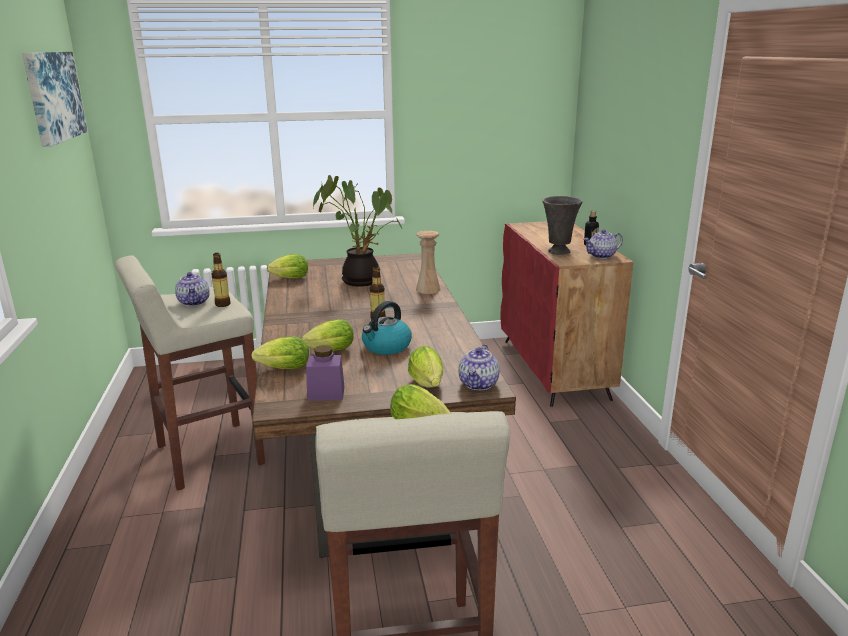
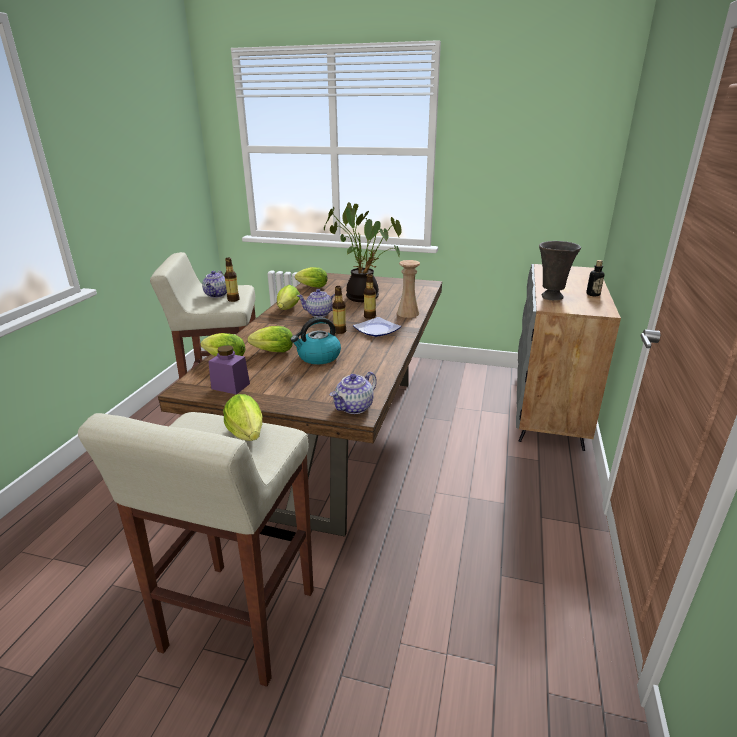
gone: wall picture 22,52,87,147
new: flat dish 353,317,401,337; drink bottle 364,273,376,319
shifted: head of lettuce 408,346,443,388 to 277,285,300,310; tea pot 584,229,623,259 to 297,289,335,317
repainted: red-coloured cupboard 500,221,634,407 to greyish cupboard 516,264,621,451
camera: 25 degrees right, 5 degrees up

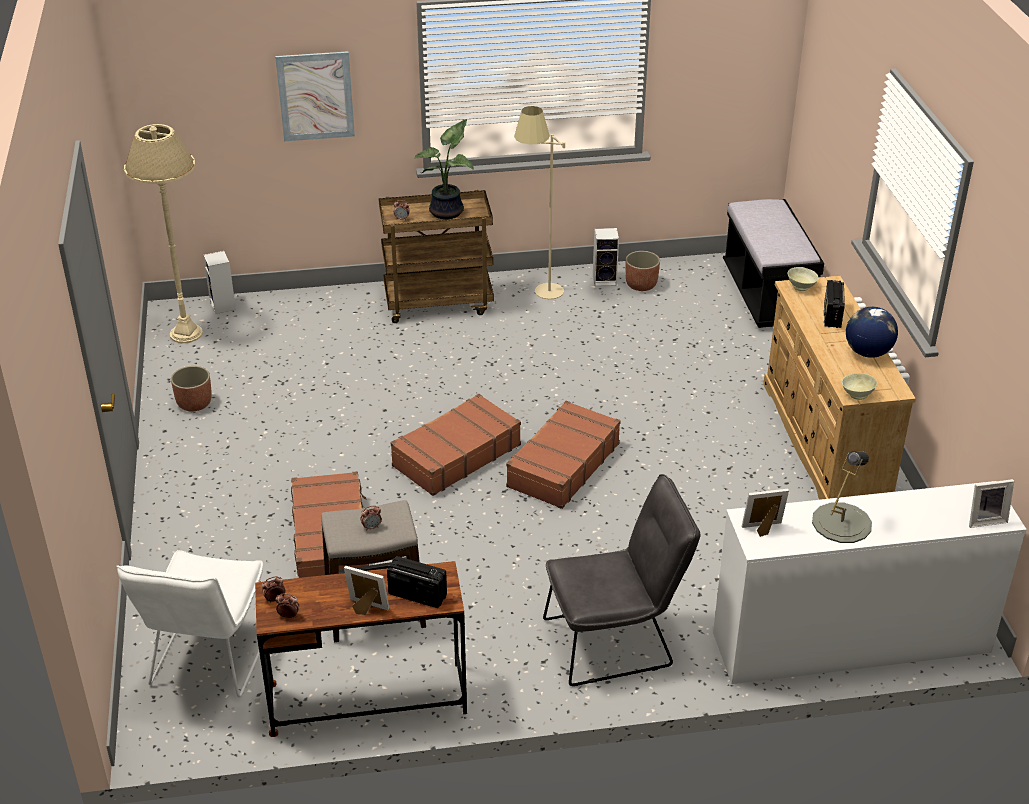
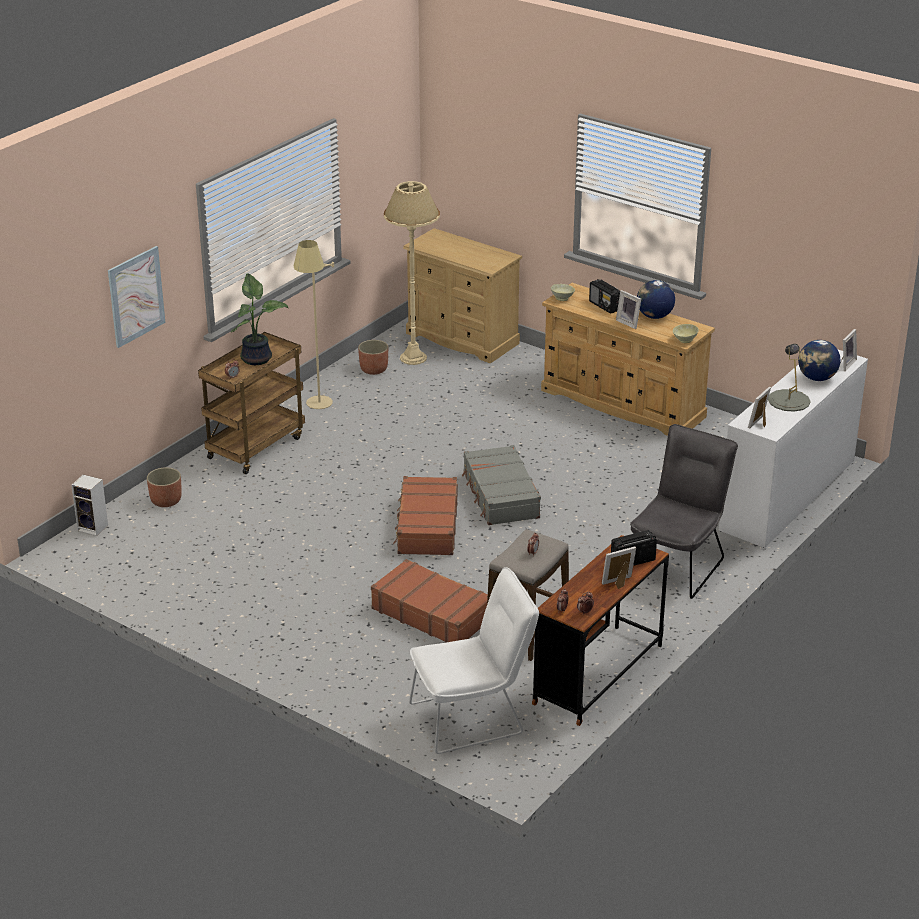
gone: speaker 593,228,619,286
new: picture frame 616,290,641,329; world globe 798,340,841,381
shifted: beige floor lamp 124,124,203,343 to 384,181,440,365; planter 171,366,212,411 to 147,467,182,507
swapped: blackish bench 723,199,824,328 to beige drawer chest 403,228,522,364
repainted: brown-coloured suitcase 506,401,621,509 to greyish suitcase 462,445,541,525
rotated: whitish chair 116,550,263,697 = 409,567,539,754 75 degrees counterclockwise
camera: 45 degrees left, 5 degrees down

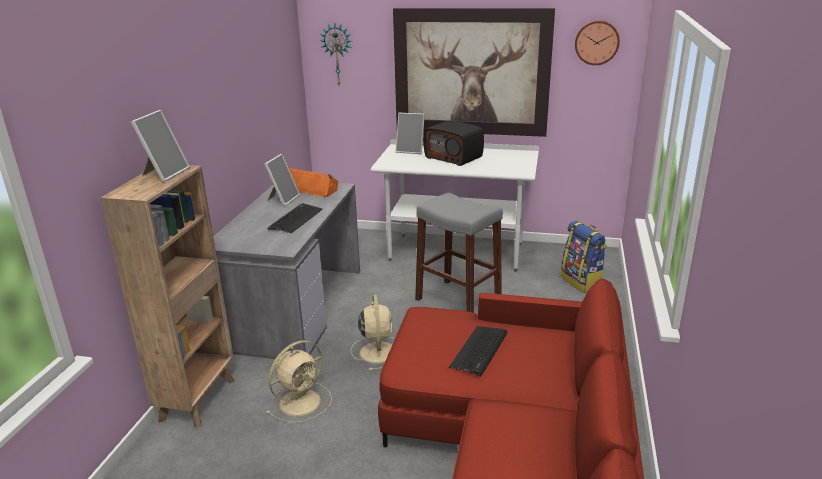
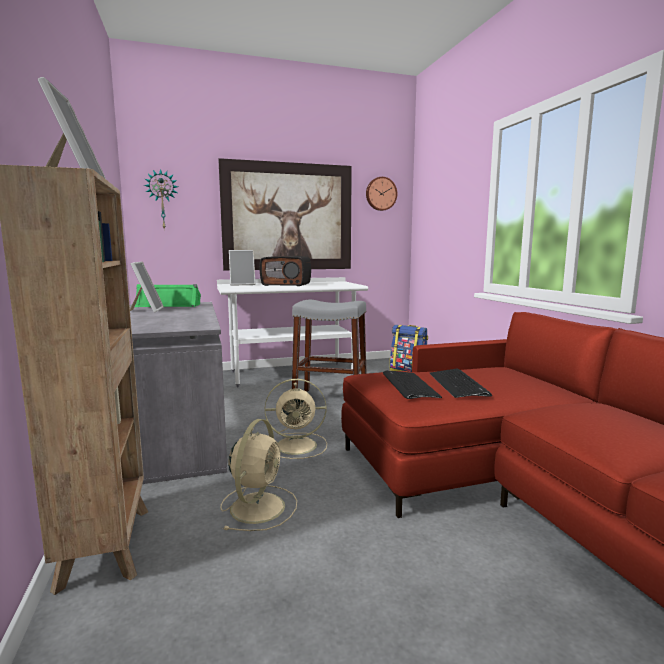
shifted: keyboard 268,203,323,233 to 383,370,442,399
repainted: orangey speaker 289,168,339,197 to greenish speaker 135,284,201,307
rotated: beige electric fan 351,294,395,371 = 265,379,327,459 120 degrees clockwise
camera: 30 degrees left, 15 degrees down

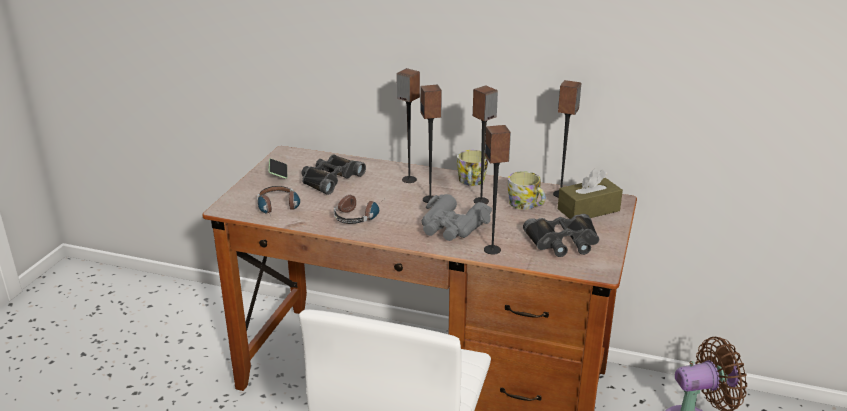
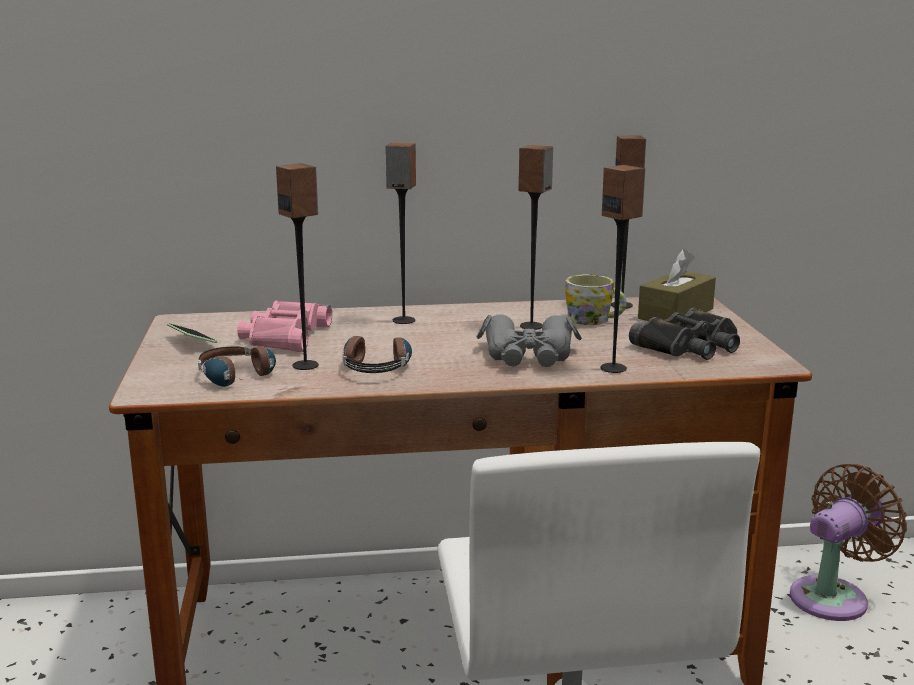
gone: coffee mug 457,150,488,186
shifted: speaker 420,85,442,203 to 276,163,319,370
repainted: blackish pair of binoculars 302,155,366,195 to pinkish pair of binoculars 238,301,332,352
camera: 25 degrees left, 10 degrees down

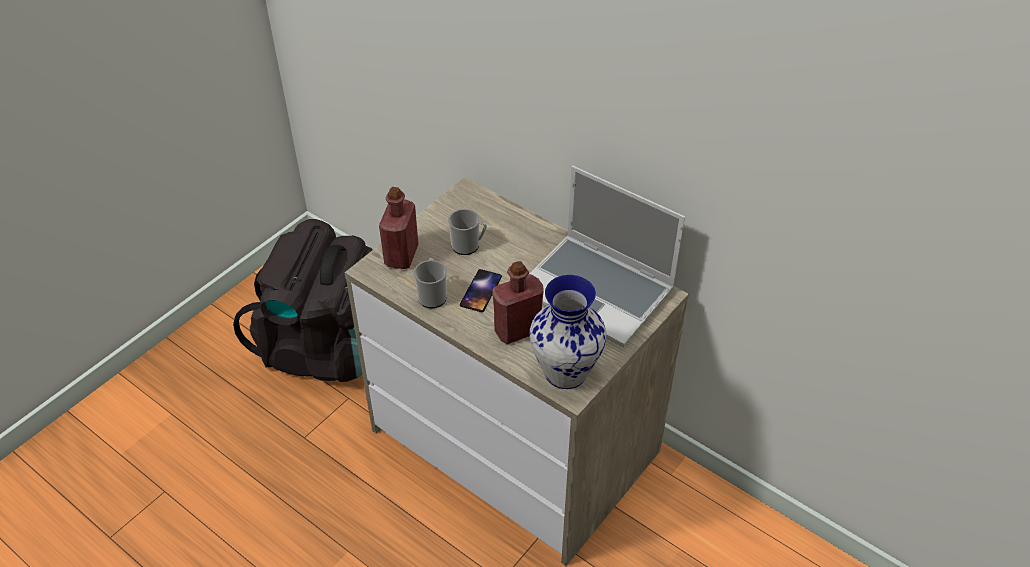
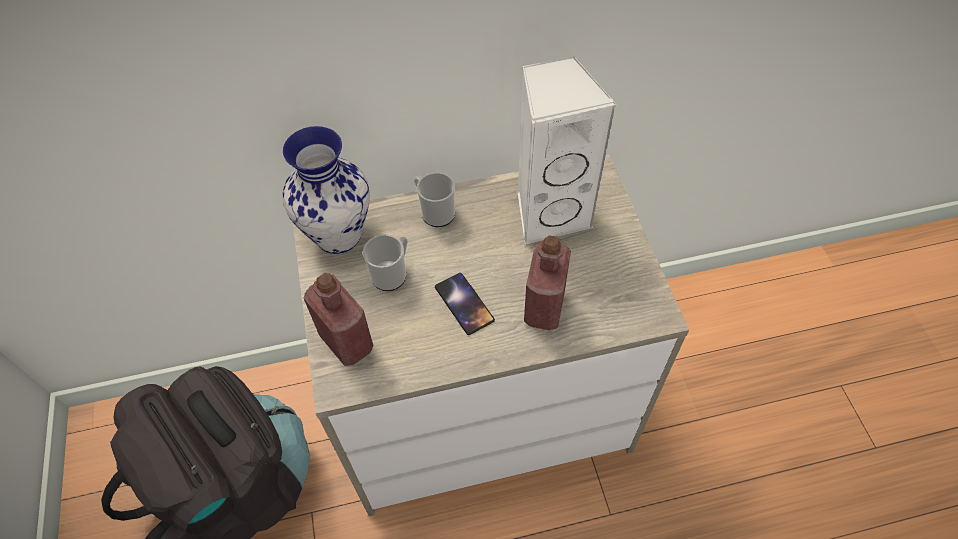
shifted: coffee mug 414,258,447,308 to 414,172,455,227; vase 530,275,606,389 to 283,126,370,254
swapped: laptop 528,166,685,347 to whitish speaker 518,56,617,245
camera: 50 degrees left, 10 degrees up

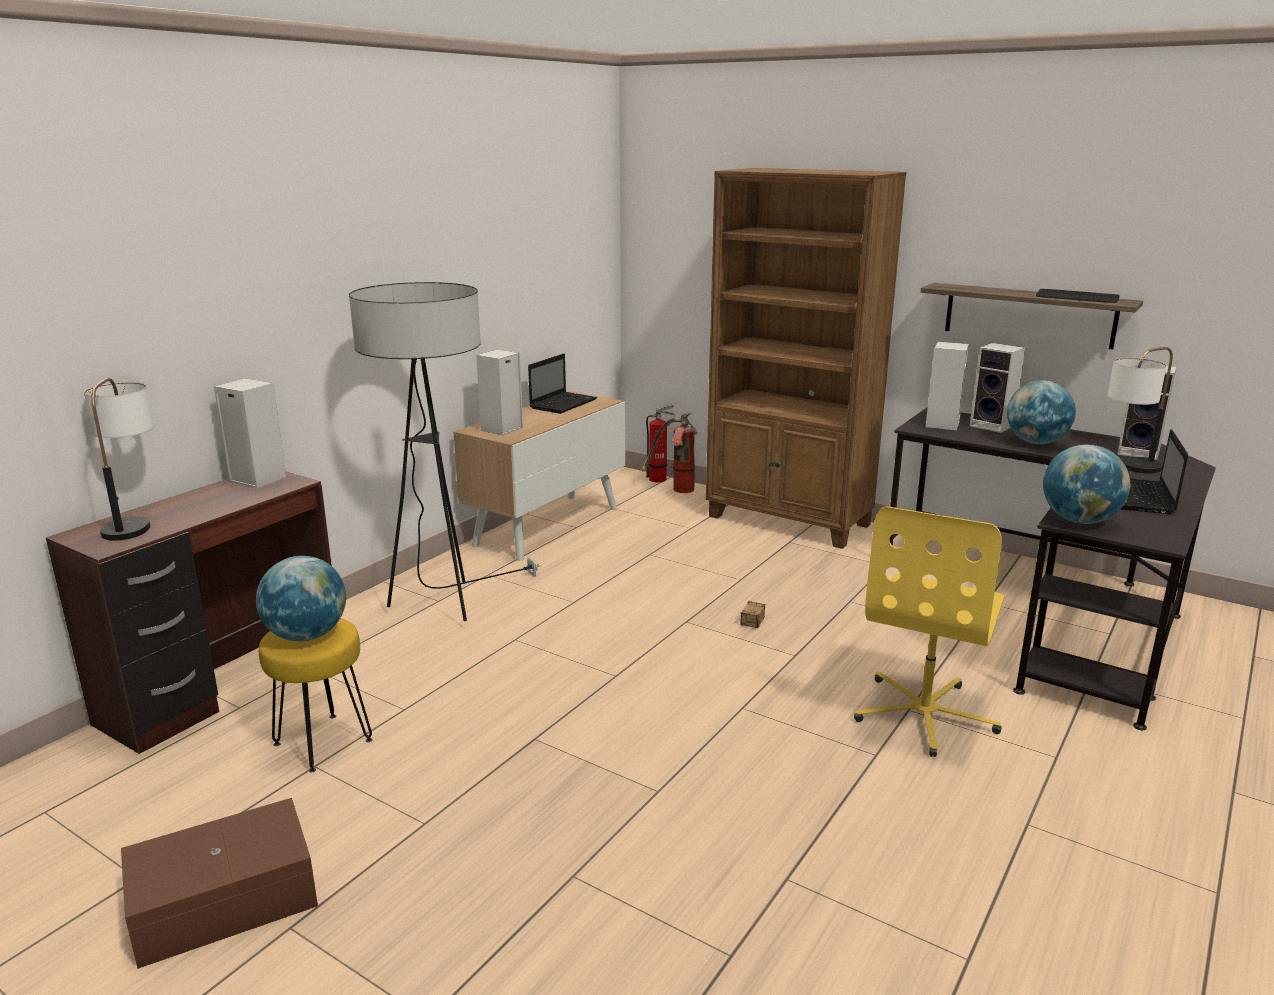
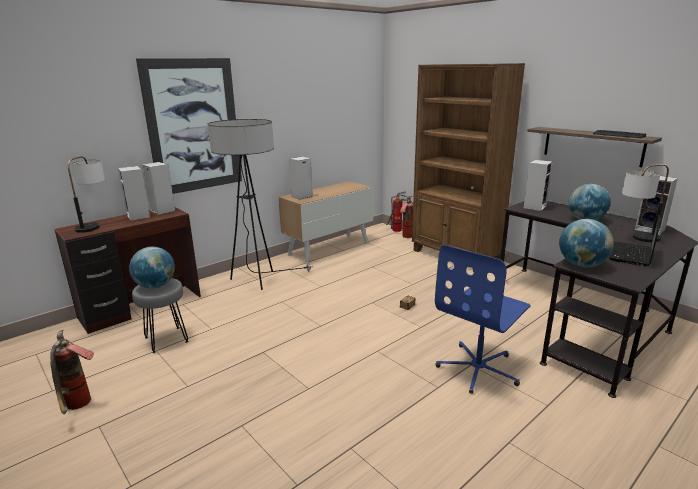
gone: laptop 528,354,597,414
new: wall picture 136,58,242,194
shifted: speaker 970,343,1025,433 to 118,166,150,221
swapped: brown-coloured storage box 121,798,318,969 to fire extinguisher 50,330,94,414
repainted: yellow stool seat 259,618,372,773 to greyish stool seat 132,278,189,353; yellow office chair 854,506,1004,757 to bluish office chair 435,245,531,394
camera: 15 degrees right, 0 degrees up

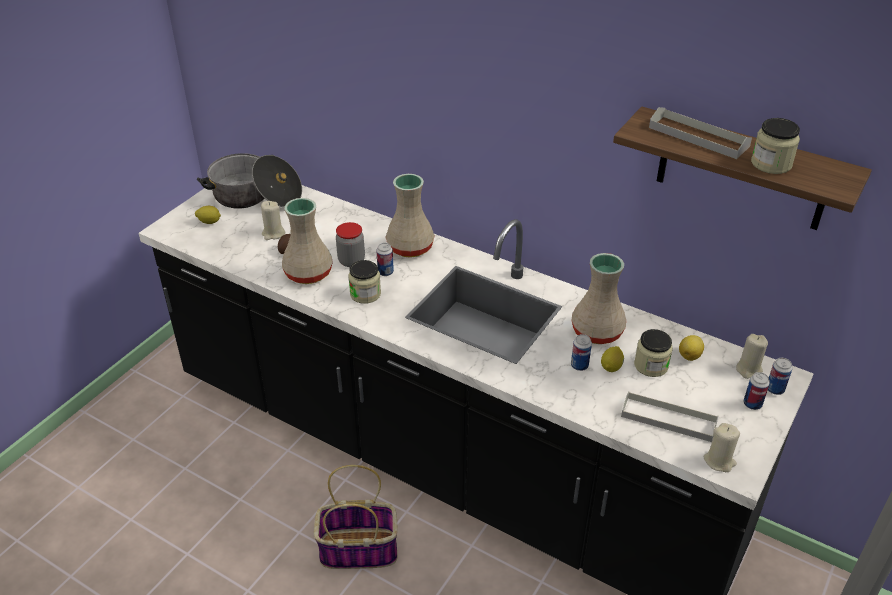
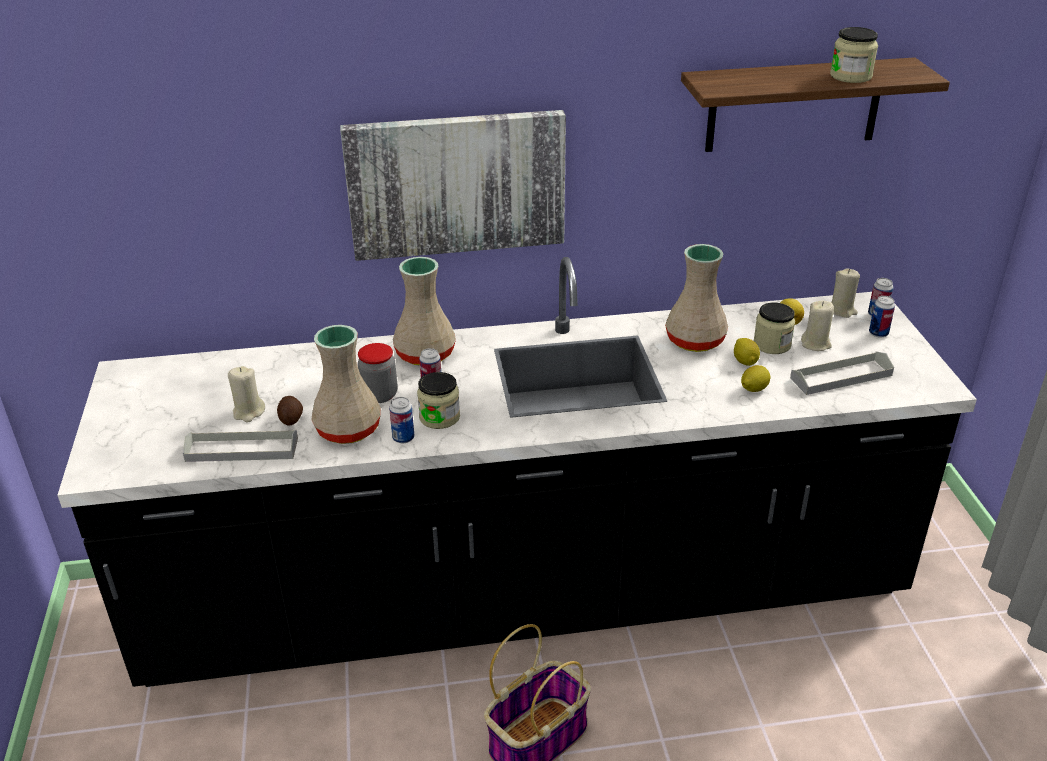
gone: cooking pot 197,153,302,209
new: wall picture 340,110,566,261
shifted: lemon 195,206,221,224 to 741,365,771,392; can 571,334,592,371 to 389,397,414,443; greyish serving tray 649,107,752,159 to 183,429,298,462; beige wax candle 703,423,740,472 to 801,300,834,351
camera: 40 degrees left, 5 degrees down

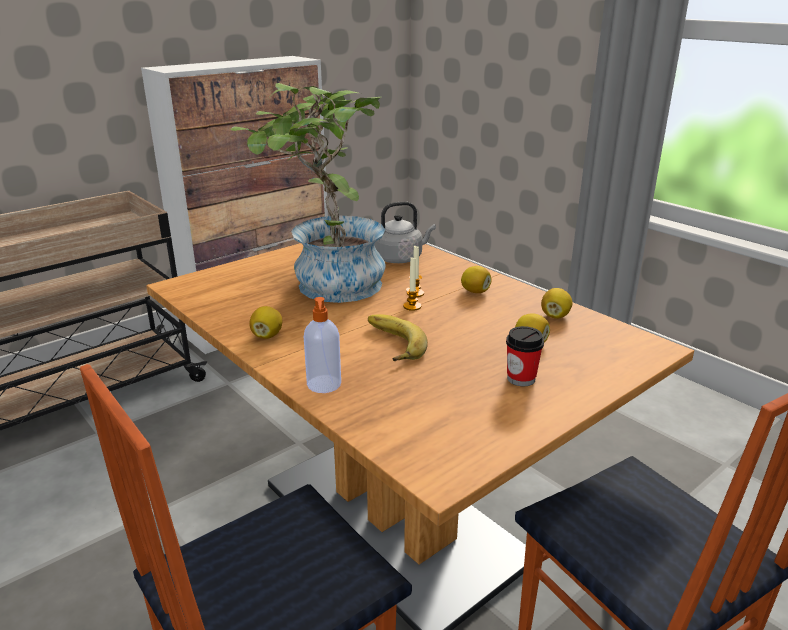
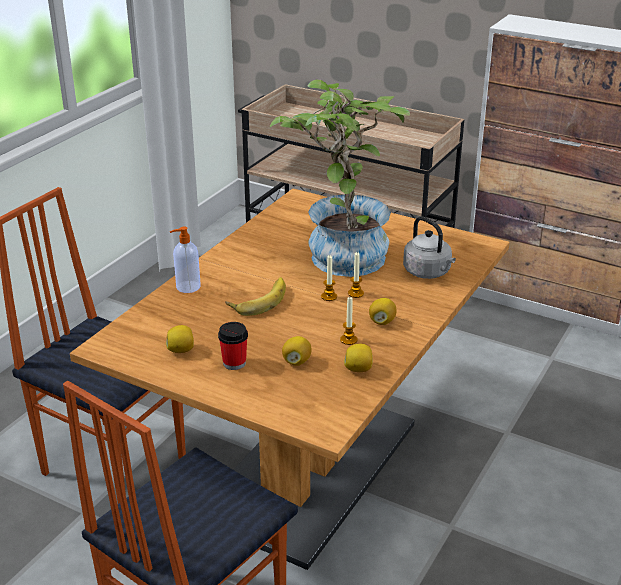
new: wax candle 340,297,358,345
shifted: lemon 249,306,282,339 to 166,325,194,353
camera: 70 degrees right, 5 degrees up

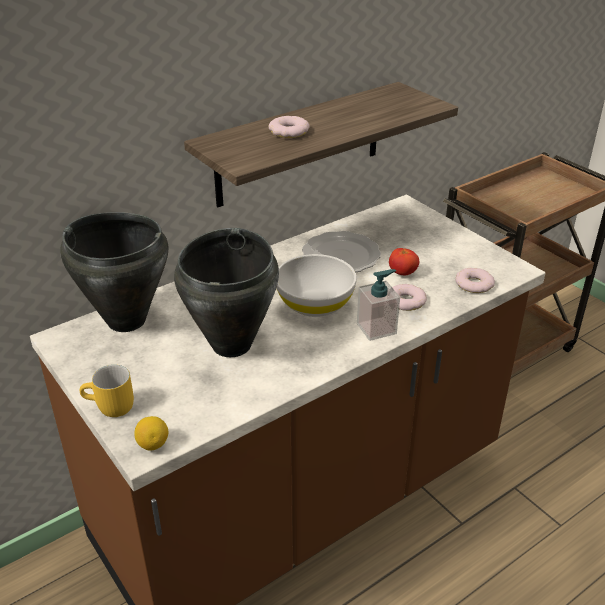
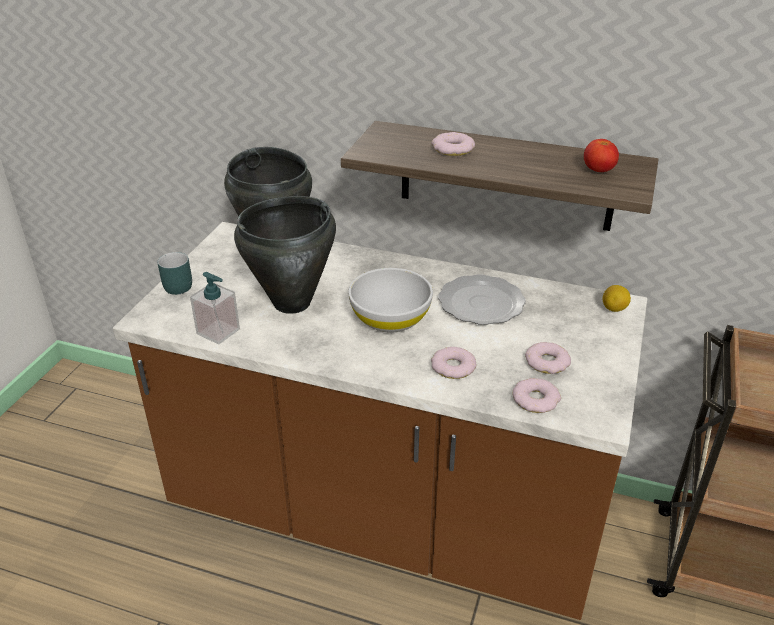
new: donut 525,342,571,374
shifted: lemon 134,416,168,451 to 603,285,631,312; liquid soap bottle 357,269,400,341 to 190,272,240,344; fresh tomato 389,248,419,275 to 584,139,619,172
repainted: yellow coffee mug 79,365,134,417 to turquoise coffee mug 157,252,192,295
camera: 55 degrees right, 0 degrees up

